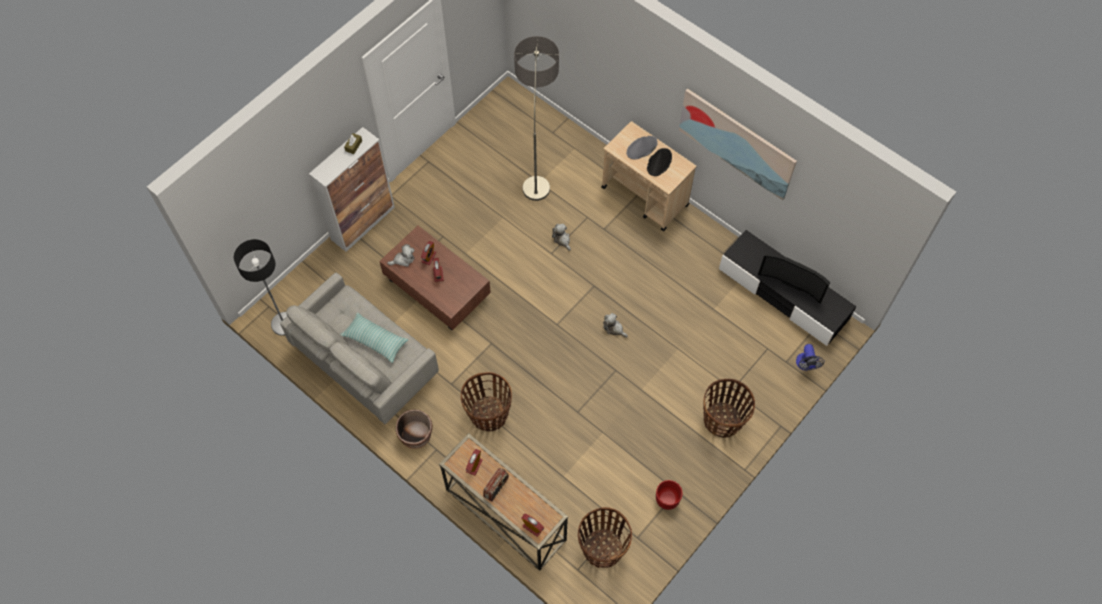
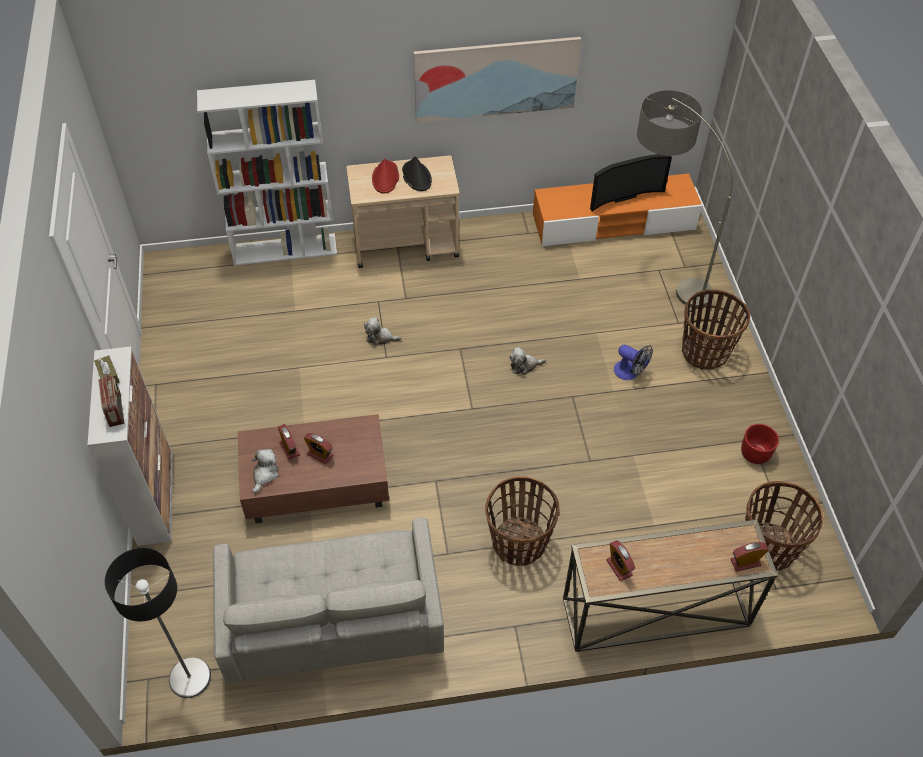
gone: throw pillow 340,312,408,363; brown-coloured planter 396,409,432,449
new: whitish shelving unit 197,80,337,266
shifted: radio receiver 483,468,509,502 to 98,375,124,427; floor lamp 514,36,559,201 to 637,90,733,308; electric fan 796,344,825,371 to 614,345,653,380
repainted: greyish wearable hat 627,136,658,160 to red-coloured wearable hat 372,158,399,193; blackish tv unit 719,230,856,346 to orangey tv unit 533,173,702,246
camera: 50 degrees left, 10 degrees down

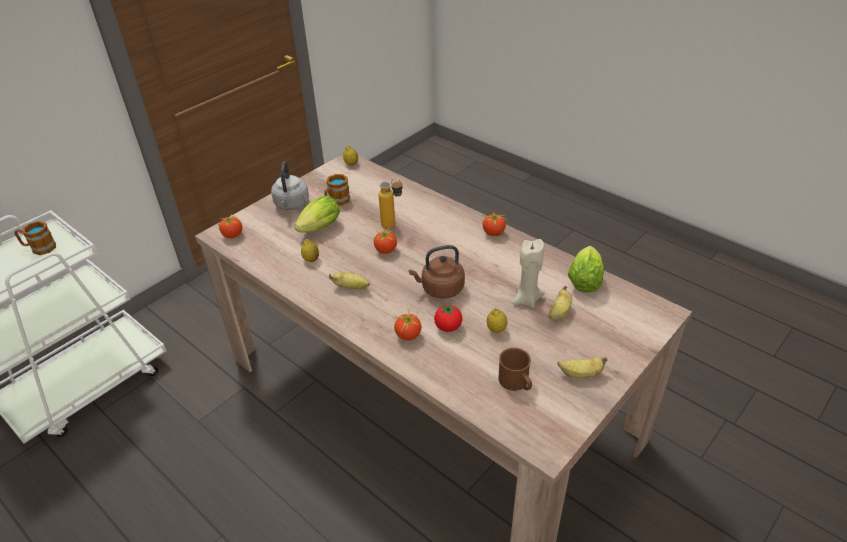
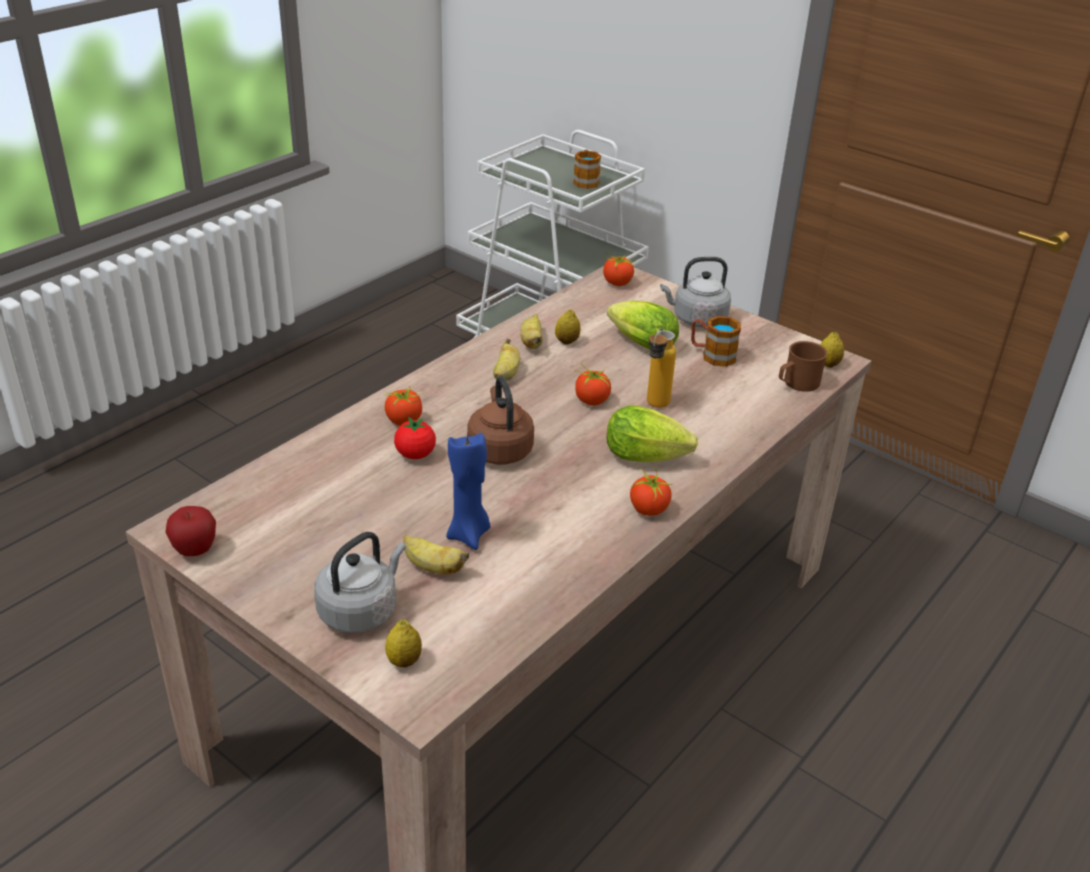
new: apple 165,506,216,556; greyish water kettle 314,532,406,633
shifted: lemon 487,308,507,332 to 385,620,422,667; brown-coloured coffee mug 498,348,532,391 to 779,341,828,392; banana 557,357,607,378 to 520,314,543,350; head of lettuce 568,246,604,292 to 607,405,698,462
repainted: beige wax candle 512,239,545,308 to bluish wax candle 446,433,490,550
camera: 85 degrees right, 5 degrees down

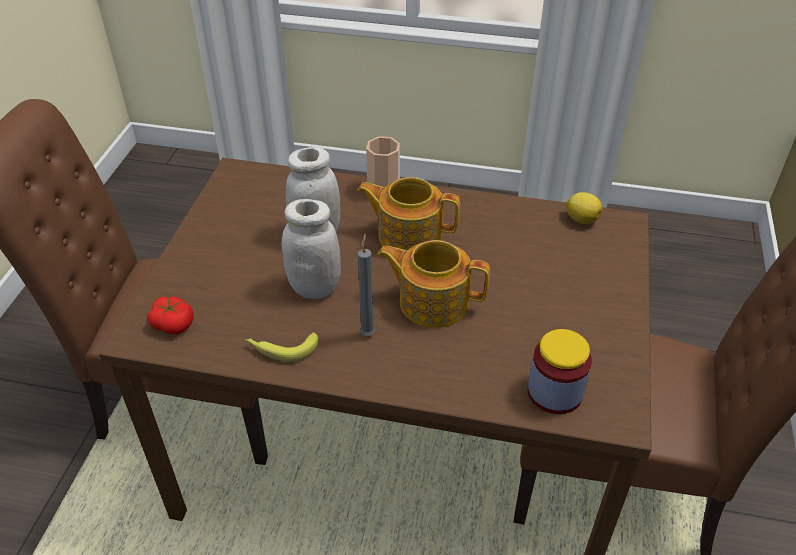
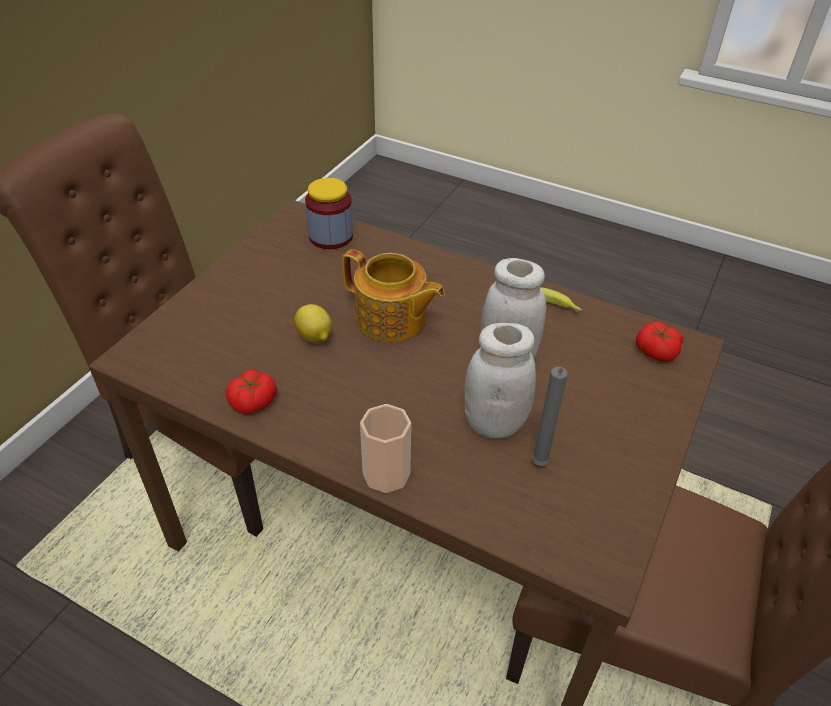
gone: tea pot 357,177,460,250
new: fresh tomato 225,369,277,414
shifted: greyish wax candle 358,233,375,336 to 532,367,567,466; lemon 566,192,603,224 to 294,304,332,343
camera: 165 degrees left, 0 degrees up

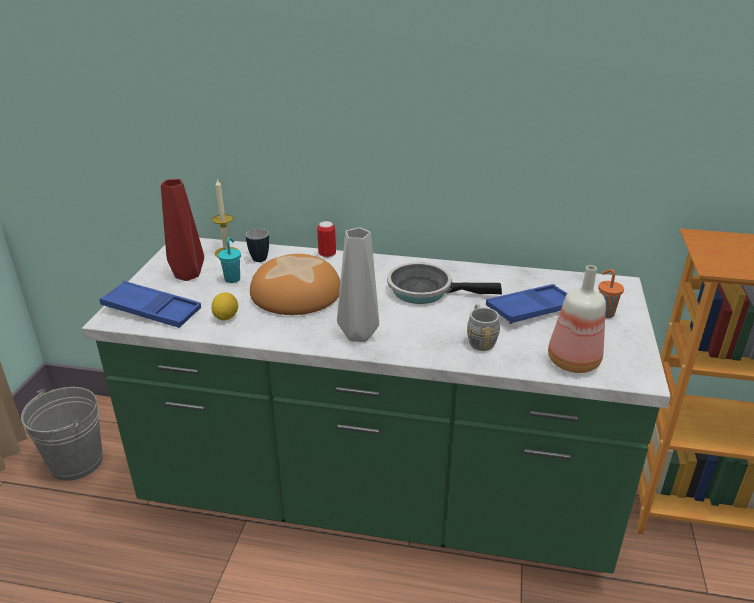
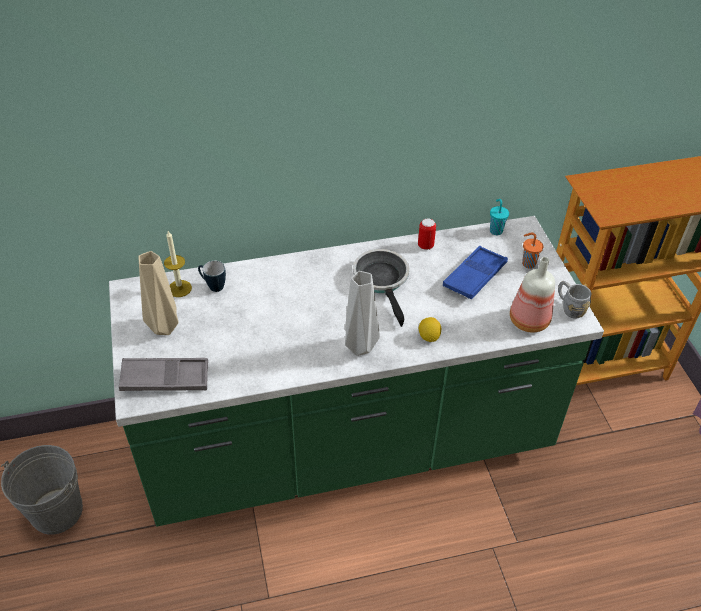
gone: bakery bread 250,254,340,315
shifted: lemon 212,292,238,321 to 419,317,441,342; turquoise drinking cup 218,237,241,283 to 490,199,509,235; can 317,221,336,258 to 418,218,436,250; greyish coffee mug 467,304,500,351 to 558,281,591,319
repainted: bluish serving tray 100,281,201,328 to greyish serving tray 119,358,208,391; red-coloured vase 161,179,204,281 to beige vase 139,251,179,335
rotated: skillet 387,262,502,304 = 353,249,409,327 90 degrees clockwise
camera: 25 degrees left, 15 degrees up

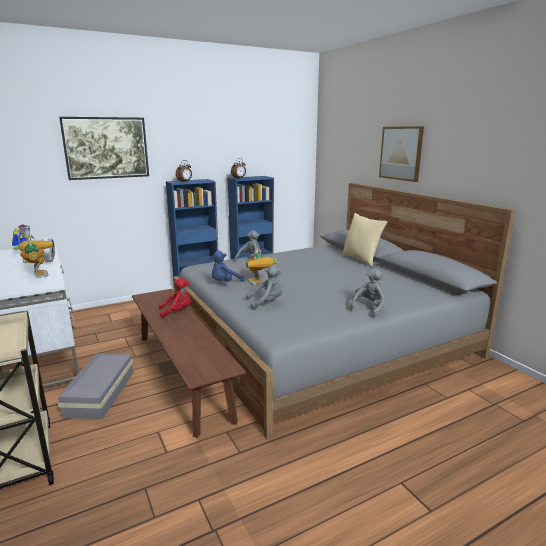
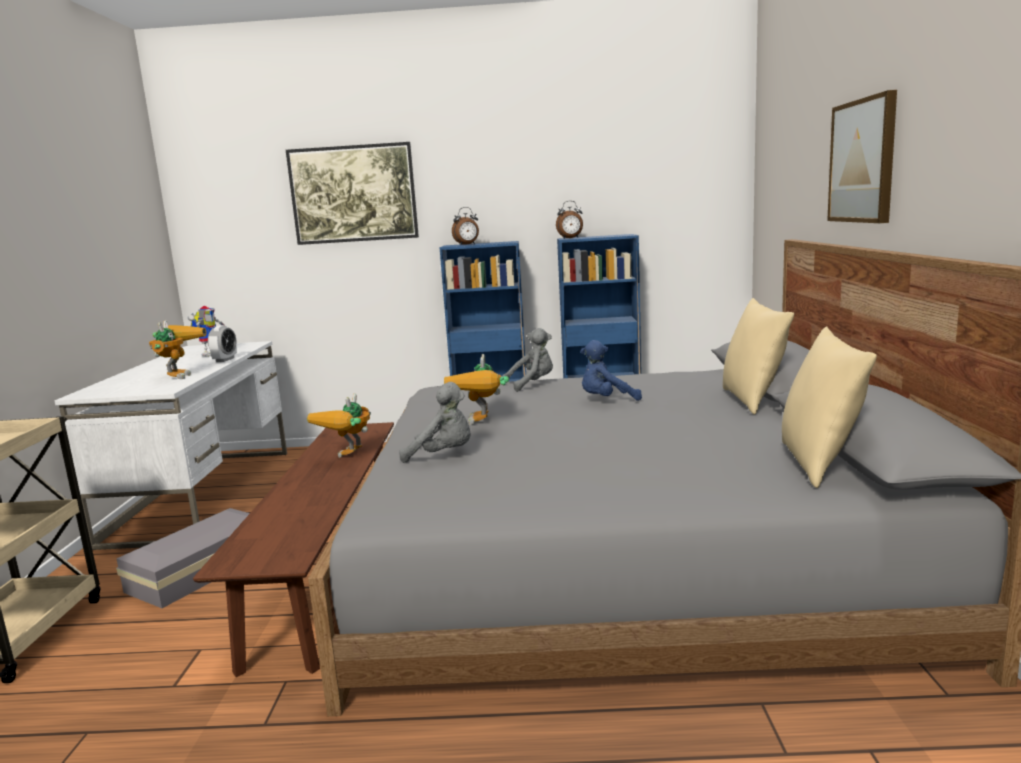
gone: greyish soft toy 350,268,385,317
new: beige throw pillow 782,326,877,488
shifted: bluish soft toy 211,251,244,282 to 581,340,642,401
swapped: red-coloured soft toy 159,278,191,318 to robot figure 307,393,371,458
camera: 30 degrees right, 5 degrees down

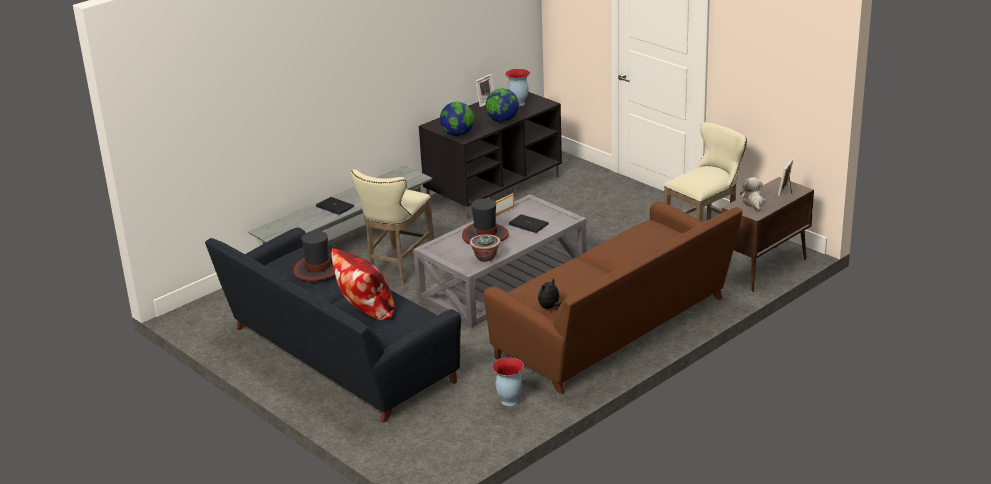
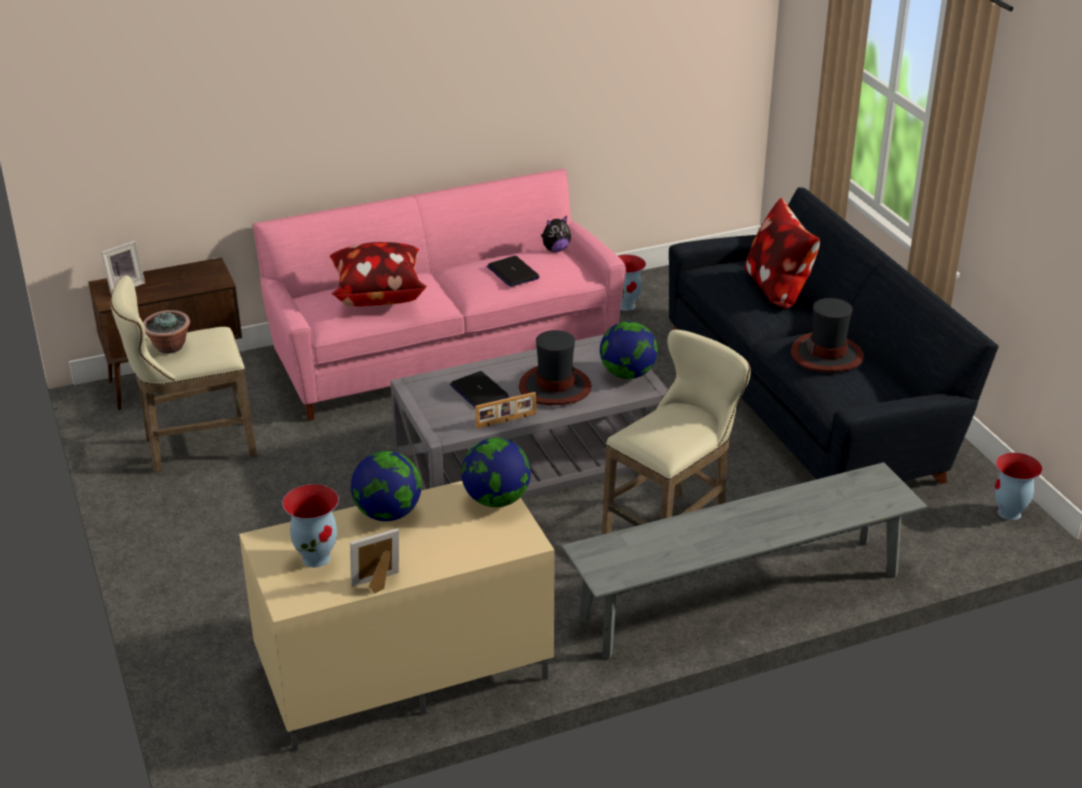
gone: soft toy 740,177,765,212
new: throw pillow 330,242,427,306; world globe 600,321,658,379; vase 994,452,1043,520
shifted: laptop 316,197,354,215 to 487,256,540,287; houseplant 470,234,501,262 to 143,310,190,354
repainted: blackish tv unit 419,92,562,220 to beige tv unit 239,481,555,752; brown-coloured couch 483,201,743,394 to pinkish couch 253,169,626,421
camera: 160 degrees left, 5 degrees up

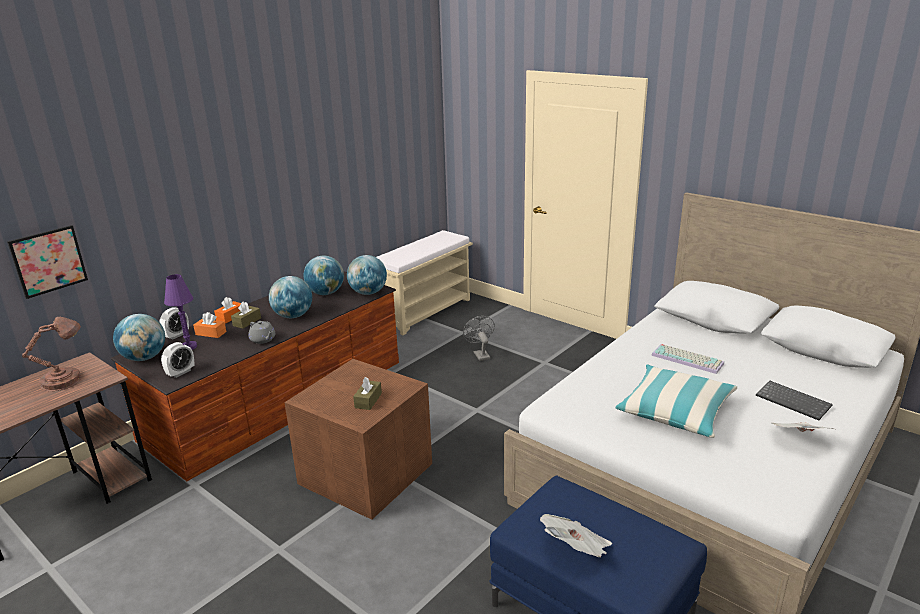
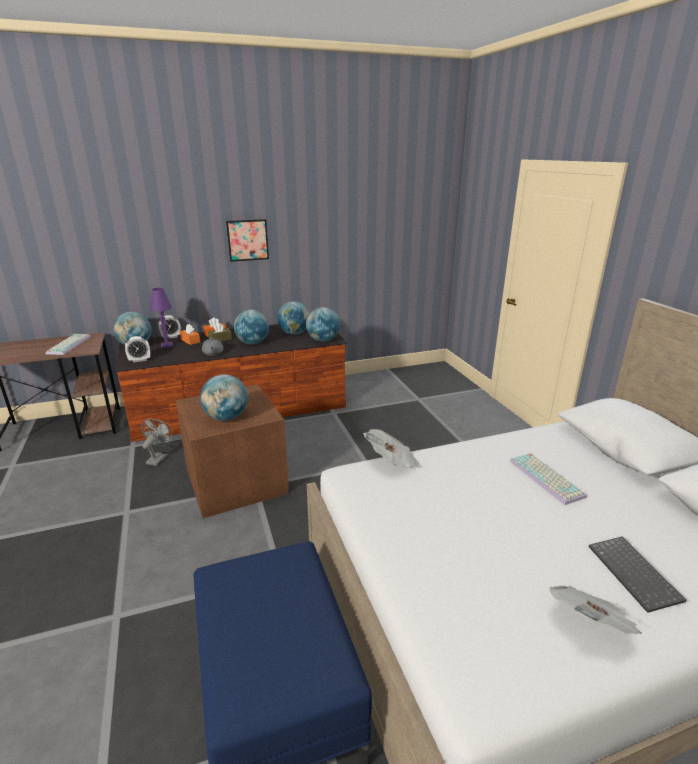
gone: beige bench 376,230,473,335; throw pillow 616,365,737,438
shifted: wall picture 7,225,88,299 to 226,219,269,262; greyish electric fan 463,316,495,361 to 141,418,174,466; printed paper 540,514,612,557 to 363,429,422,468
swapped: brown-coloured table lamp 22,317,81,391 to keyboard 46,334,91,355; brown-coloured tissue box 353,377,382,410 to world globe 200,374,248,421
camera: 30 degrees right, 0 degrees up

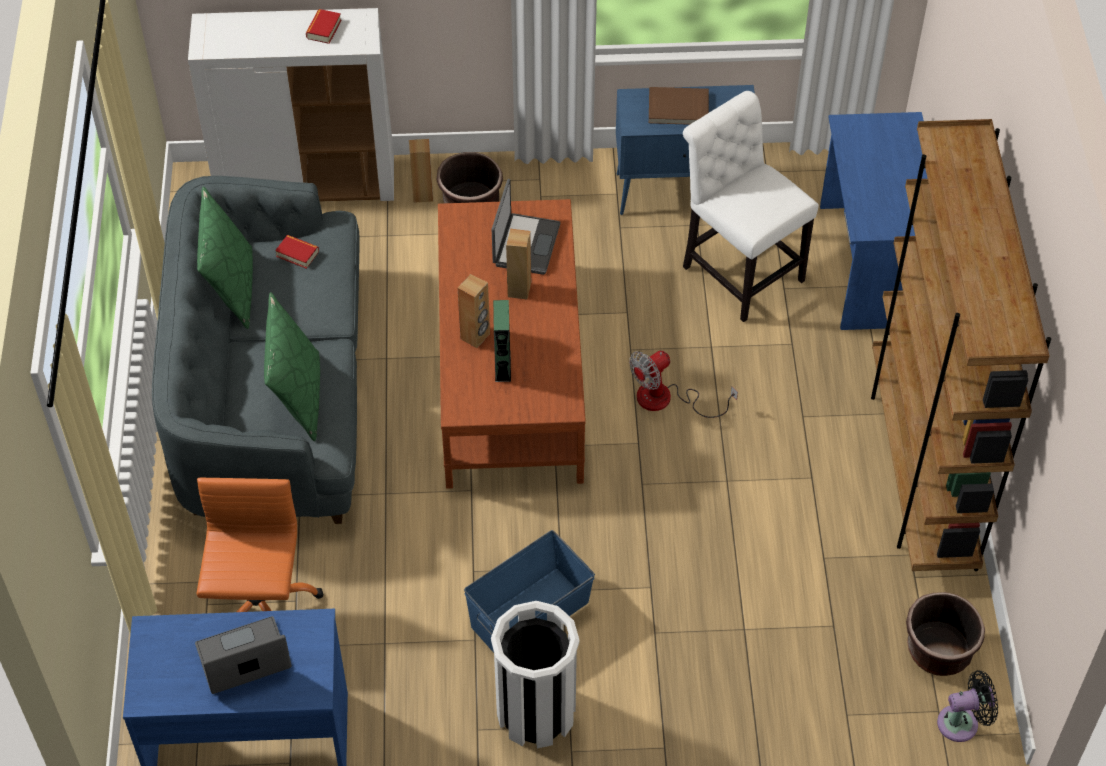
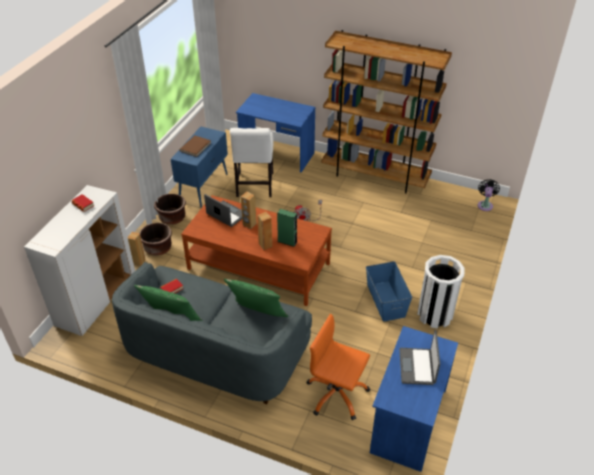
shifted: brown-coloured planter 906,592,985,676 to 154,194,186,225
rotated: whitish chair 683,91,819,322 = 230,128,274,197 75 degrees counterclockwise
camera: 65 degrees left, 10 degrees down

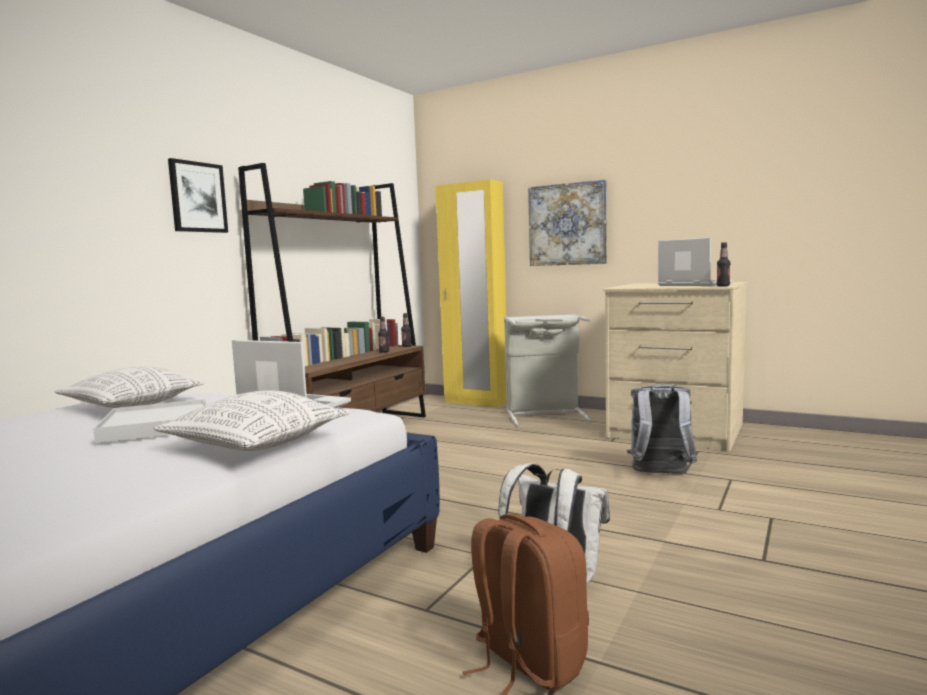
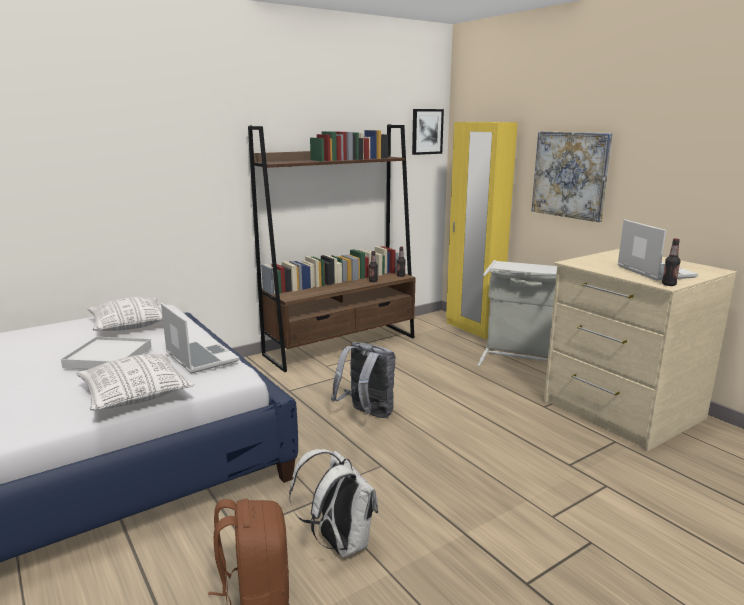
shifted: wall picture 168,158,228,233 to 412,109,444,155; greyish rucksack 627,383,697,474 to 331,342,395,418
camera: 25 degrees right, 10 degrees up

